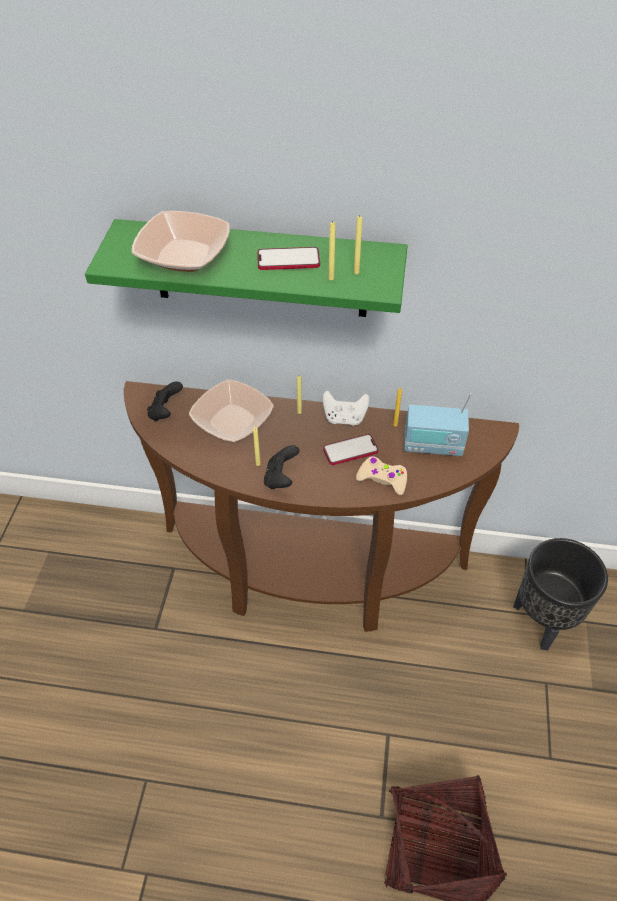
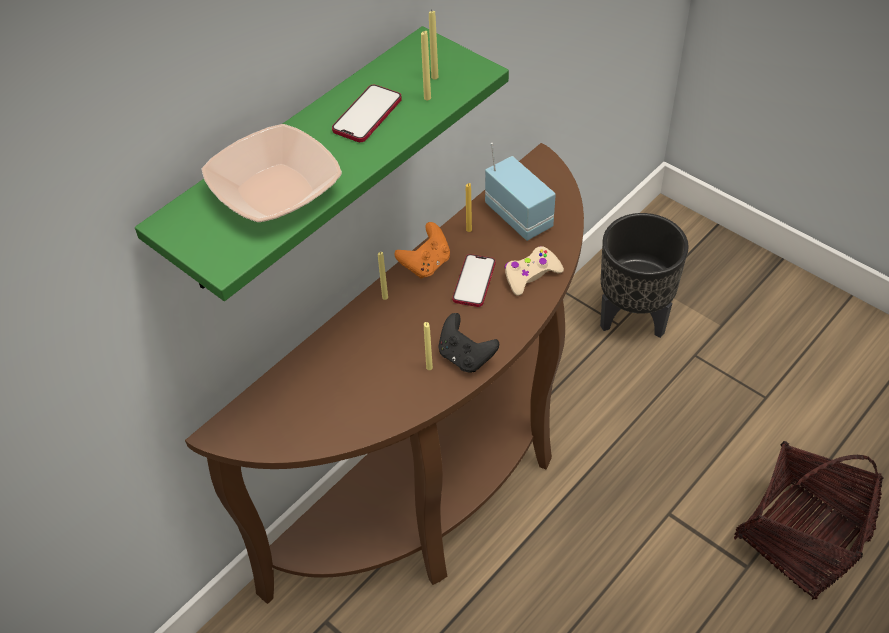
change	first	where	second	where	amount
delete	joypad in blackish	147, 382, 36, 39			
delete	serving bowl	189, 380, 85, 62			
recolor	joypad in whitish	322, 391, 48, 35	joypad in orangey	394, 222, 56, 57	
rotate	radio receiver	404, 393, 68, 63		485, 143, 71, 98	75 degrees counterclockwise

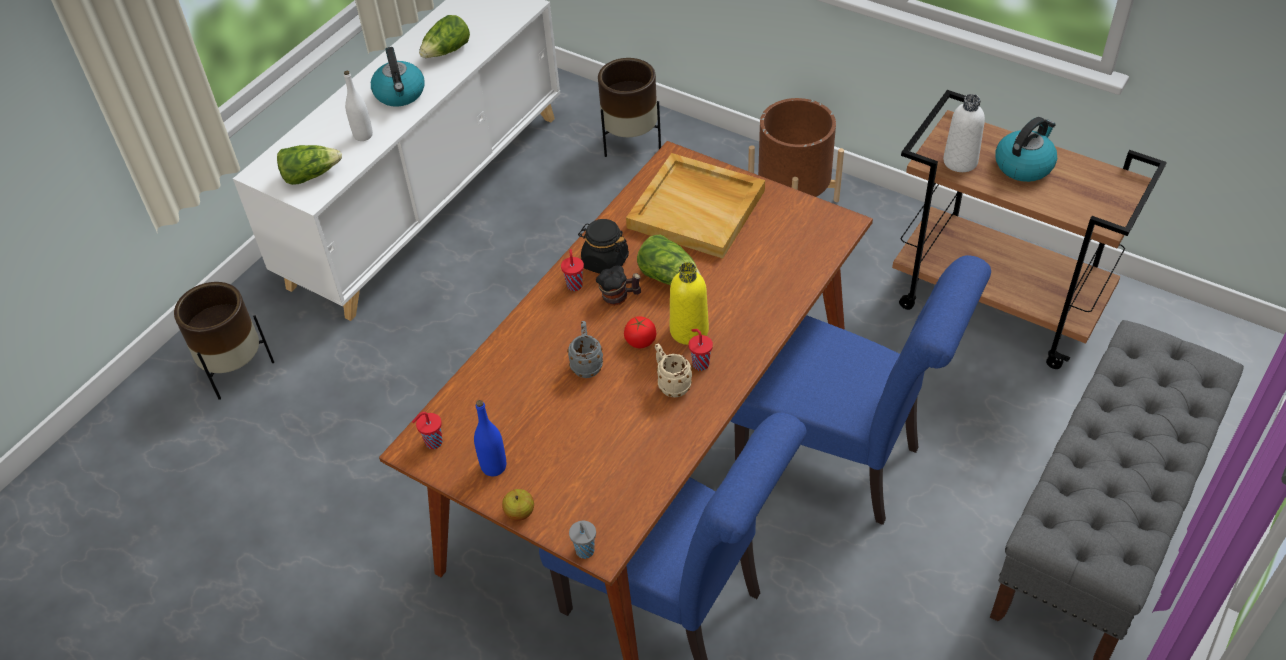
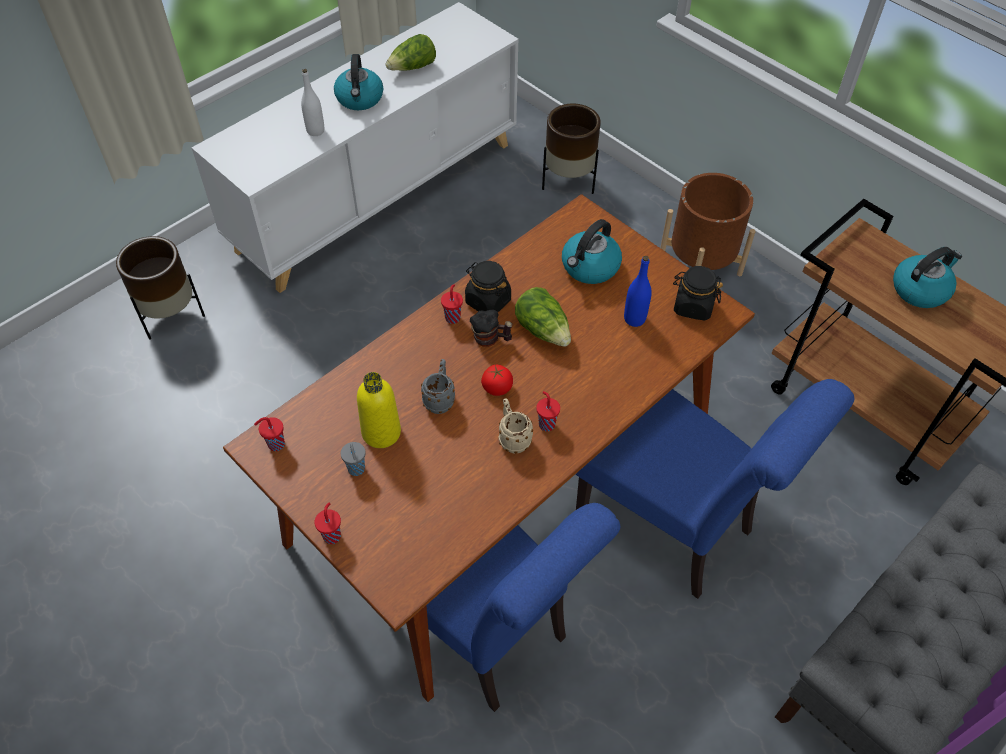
change	first	where	second	where	amount
delete	lettuce head	277, 145, 65, 40			
delete	drink bottle in whitish	943, 94, 42, 78			
insert			storage jar in blackish	673, 266, 50, 55	
move	drink bottle in blue-coloured	474, 400, 32, 76		624, 256, 28, 71	
move	cup in gray	569, 521, 27, 38		341, 442, 25, 34	
move	drink bottle in yellow	670, 262, 39, 83		357, 372, 44, 76	
replace	apple	502, 489, 32, 32	cup in red-coloured	315, 502, 26, 42	
replace	serving tray in beige	626, 153, 139, 106	tea kettle	562, 219, 60, 65	

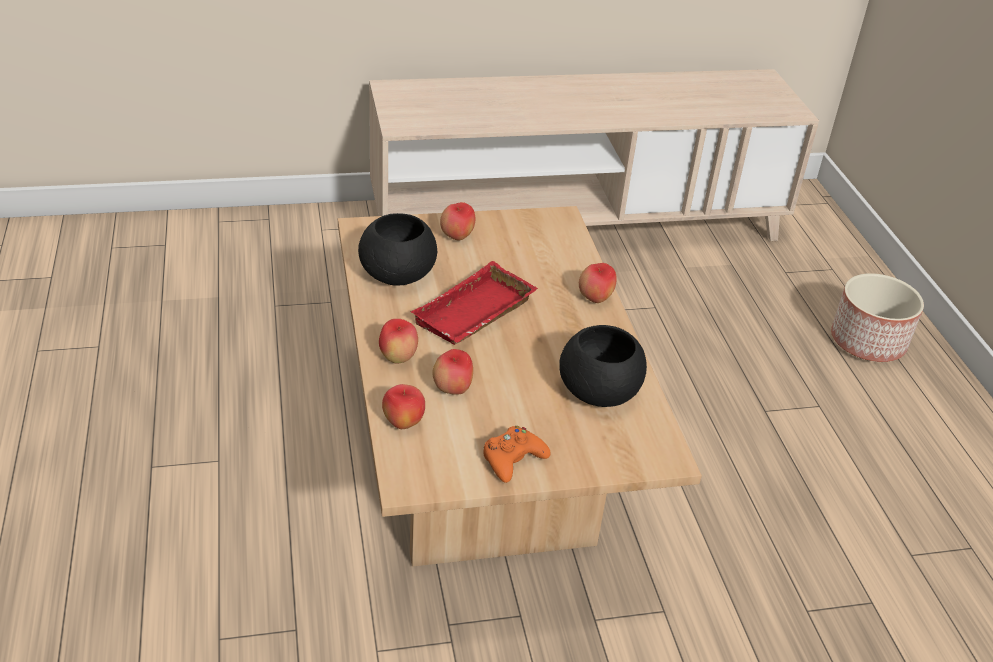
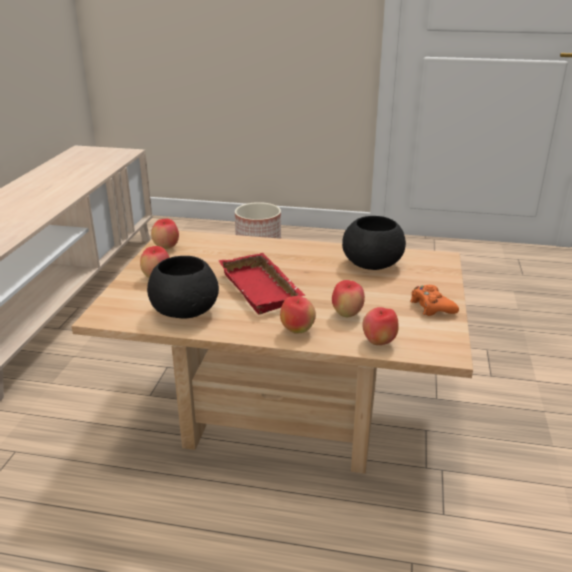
change	first	where	second	where	amount
move	apple	579, 263, 38, 40		151, 219, 28, 30	

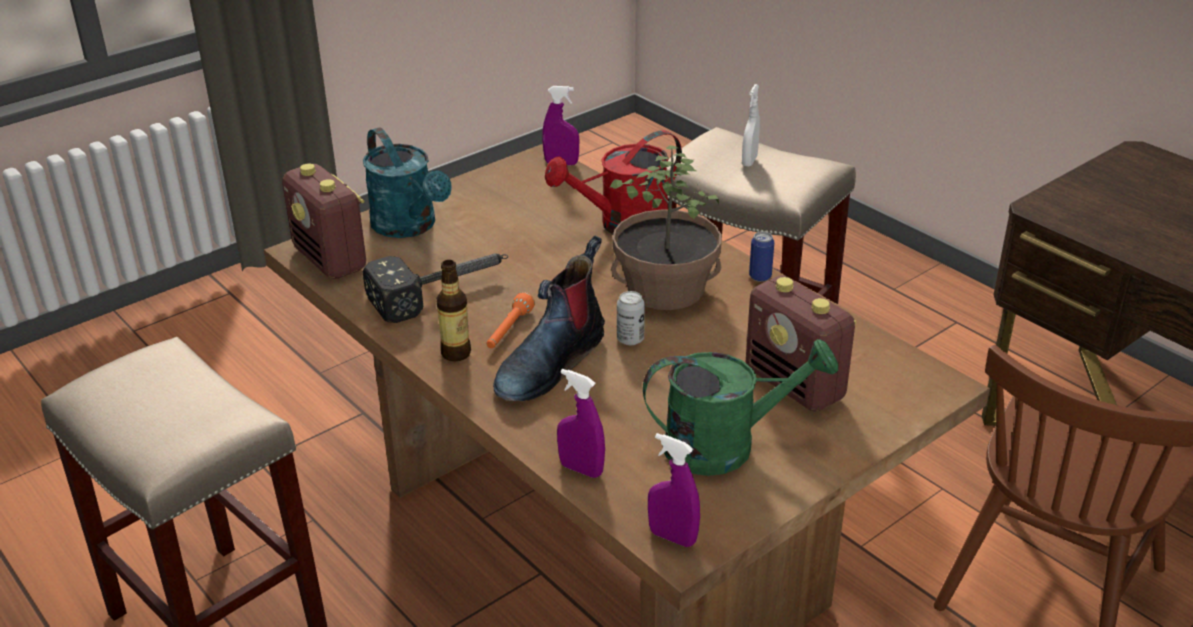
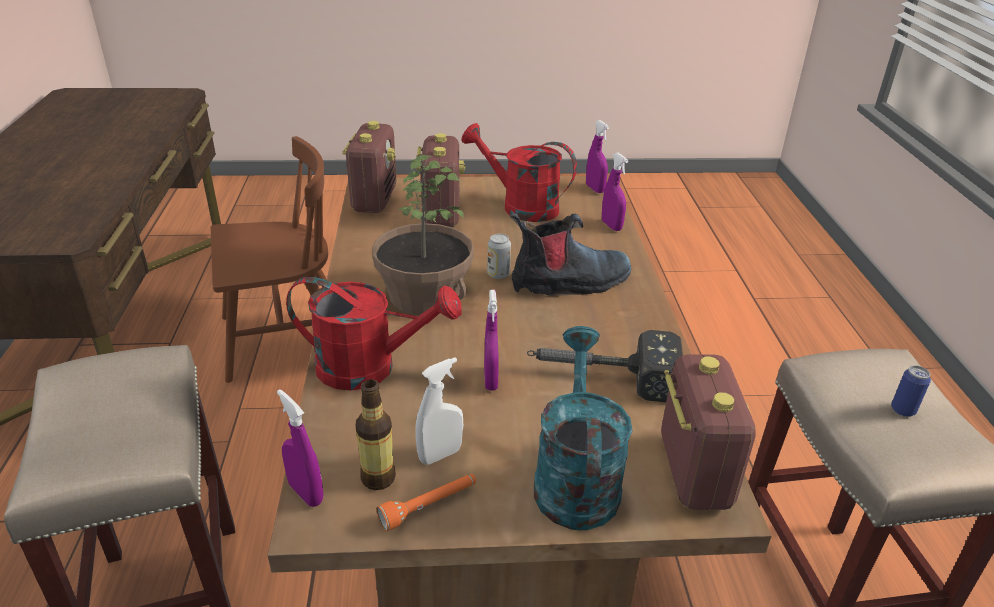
change	first	where	second	where	amount
insert			radio receiver	342, 121, 55, 92	
insert			spray bottle in purplish	484, 290, 15, 101	
move	drink bottle	437, 260, 34, 101		356, 379, 40, 111	
move	flashlight in orangey	487, 292, 48, 56		376, 474, 100, 57	
move	spray bottle in whitish	742, 84, 18, 83		415, 357, 48, 108	
move	metal can	749, 231, 25, 51		891, 365, 40, 52	
recolor	watering can in green-coloured	643, 339, 195, 137	watering can in red-coloured	461, 123, 116, 99	

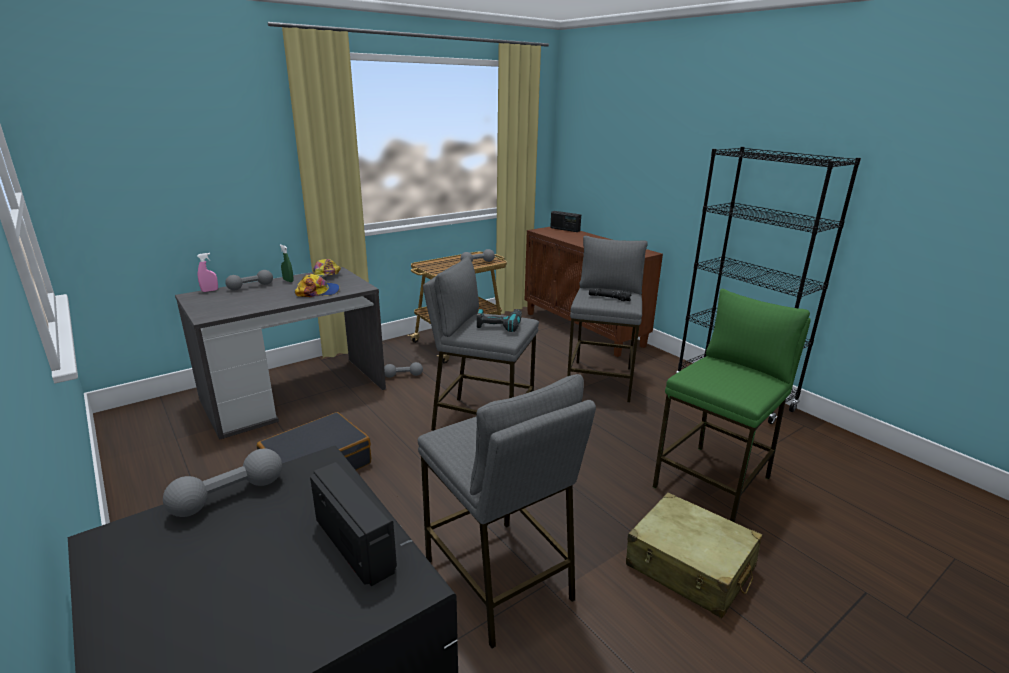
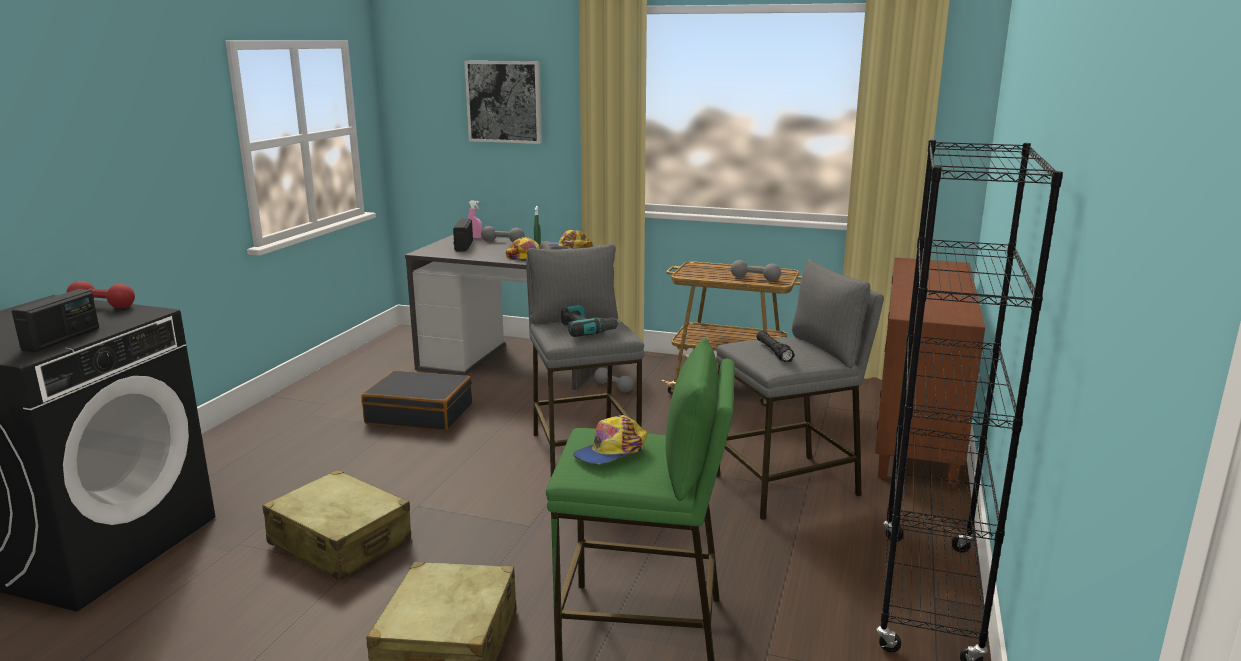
change	first	where	second	where	amount
insert			picture	464, 61, 78, 83	
insert			baseball cap	573, 415, 74, 49	
move	radio receiver	550, 211, 31, 21		453, 219, 20, 32	
replace	stool in gray	418, 374, 178, 275	piece of luggage in beige	263, 470, 148, 111	
recolor	hand weight in gray	163, 448, 119, 69	hand weight in red-coloured	67, 281, 68, 28	

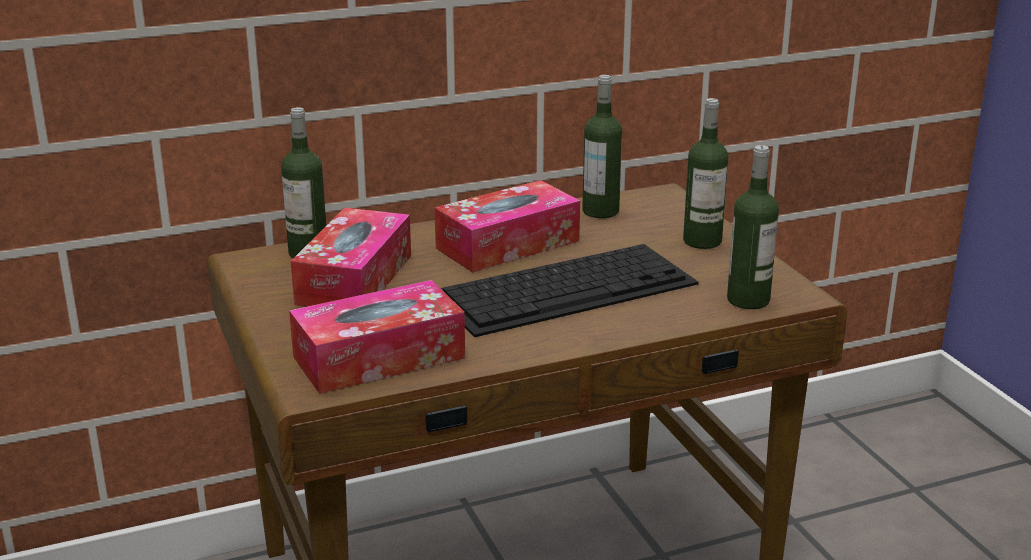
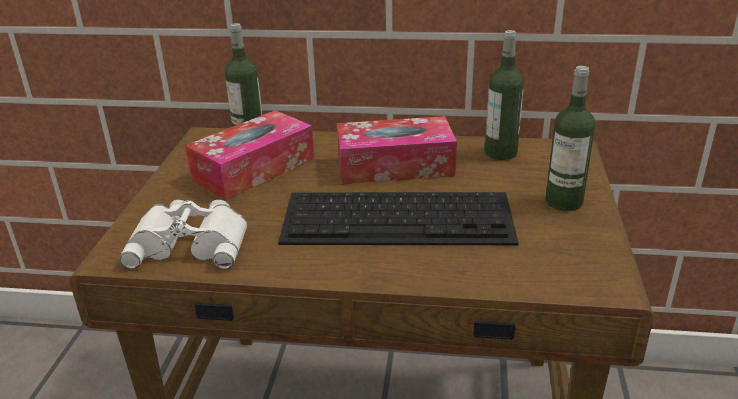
change	first	where	second	where	amount
delete	drink bottle	727, 145, 52, 164			
replace	box of tissues	289, 280, 176, 114	field glasses in whitish	119, 200, 129, 69	

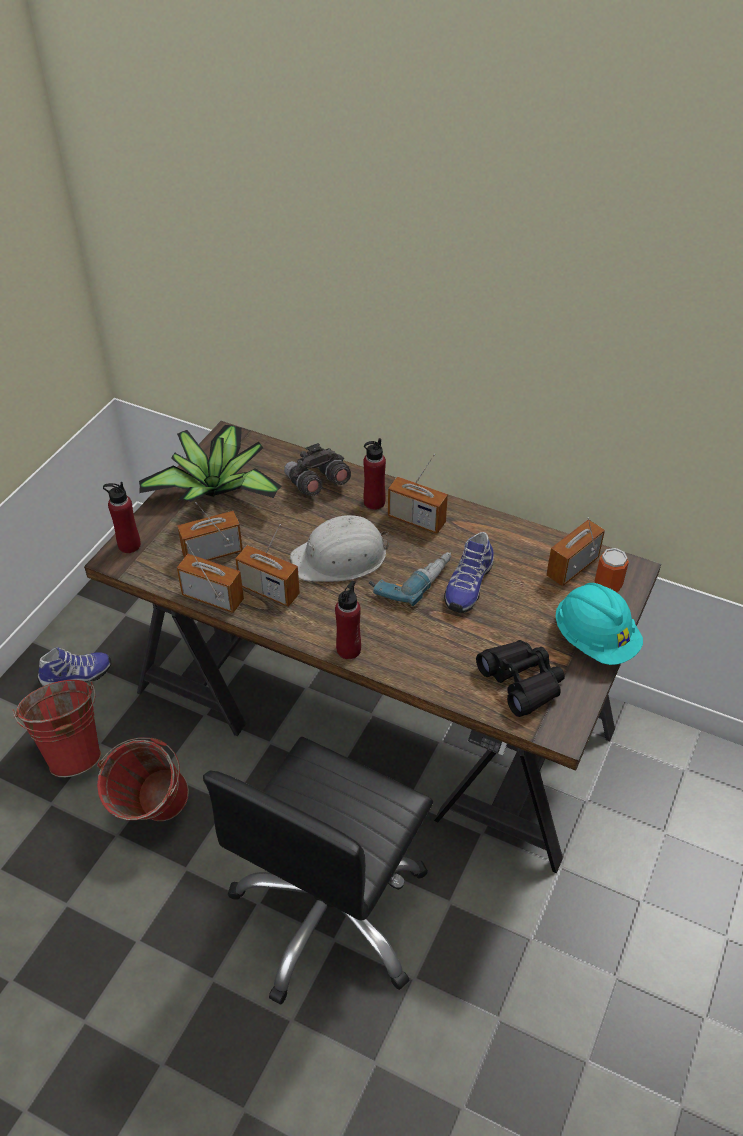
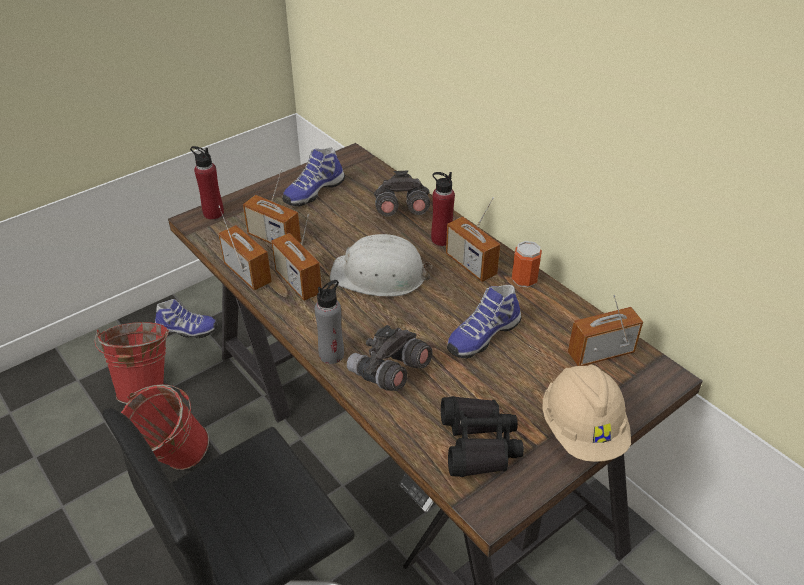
change	first	where	second	where	amount
delete	power drill	369, 552, 82, 54			
insert			field glasses in gray	347, 325, 85, 66	
move	metal can	594, 548, 35, 44		512, 241, 30, 46	
replace	houseplant	139, 425, 143, 77	low shoe	282, 148, 63, 59	
recolor	drink bottle in red-coloured	335, 581, 26, 78	drink bottle in gray	314, 280, 30, 84	
recolor	hard hat in turquoise-coloured	555, 583, 88, 82	hard hat in beige	543, 365, 88, 97	
rotate	radio receiver	177, 502, 66, 59		243, 169, 58, 75	150 degrees counterclockwise

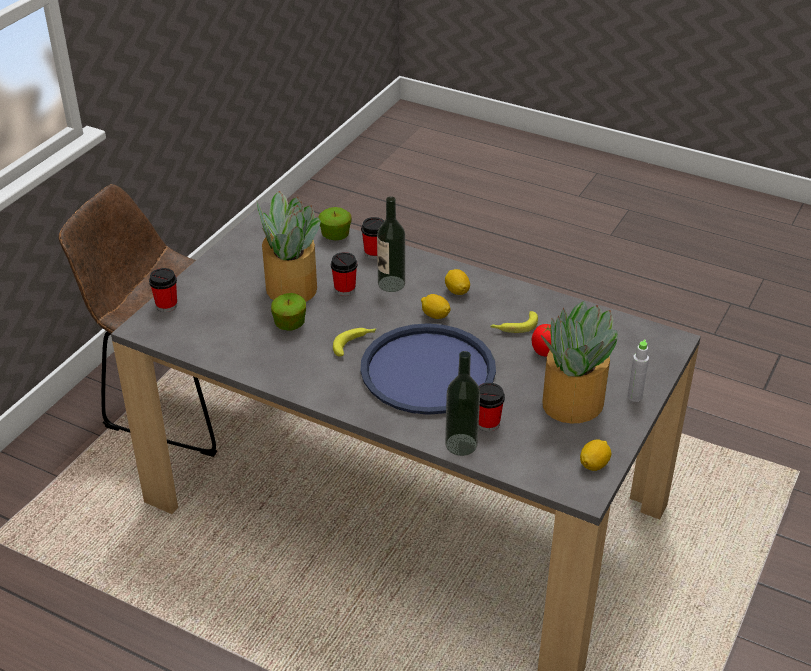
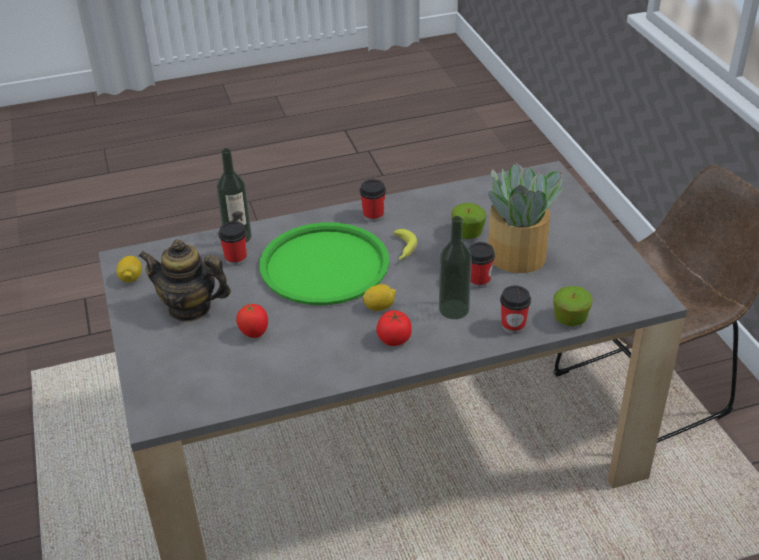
change	first	where	second	where	amount
delete	banana	490, 311, 48, 22			
delete	drink bottle in gray	627, 340, 22, 62			
move	cup	149, 268, 28, 44		360, 179, 26, 43	
replace	citrus fruit	445, 269, 25, 26	whole tomato	376, 310, 36, 36	
replace	houseplant	541, 301, 76, 122	teapot	138, 239, 93, 83	
recolor	serving tray in blue-coloured	361, 323, 135, 92	serving tray in green-coloured	259, 222, 130, 83	

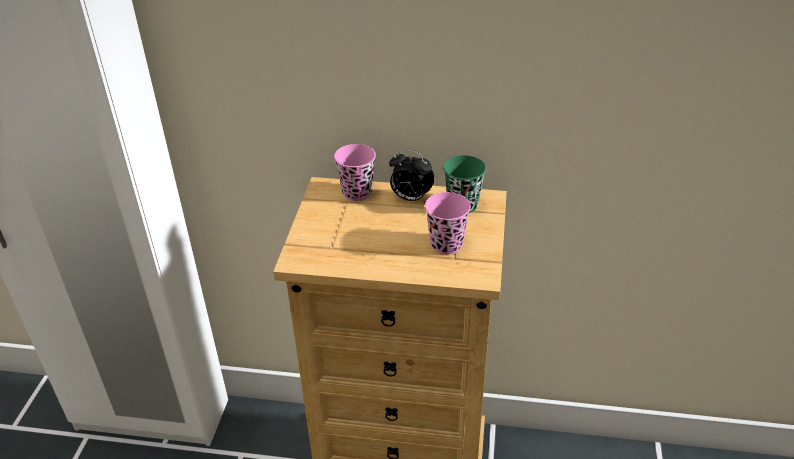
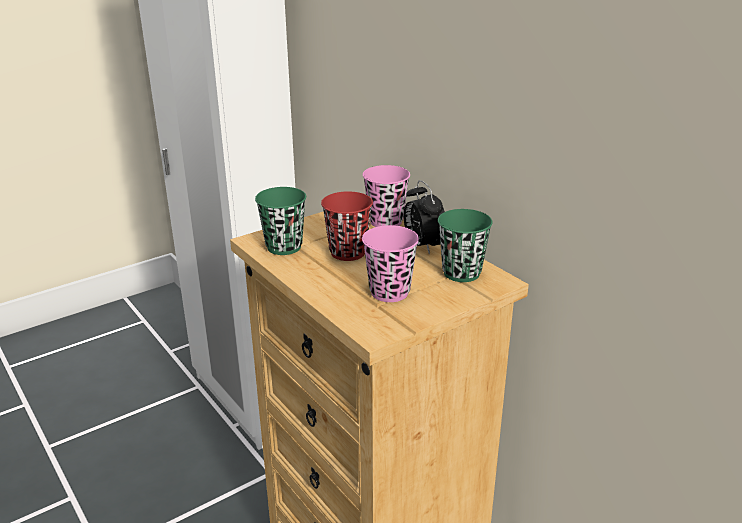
change	first	where	second	where	amount
insert			cup in green-coloured	255, 187, 51, 68	
insert			cup in red-coloured	321, 191, 52, 70	

